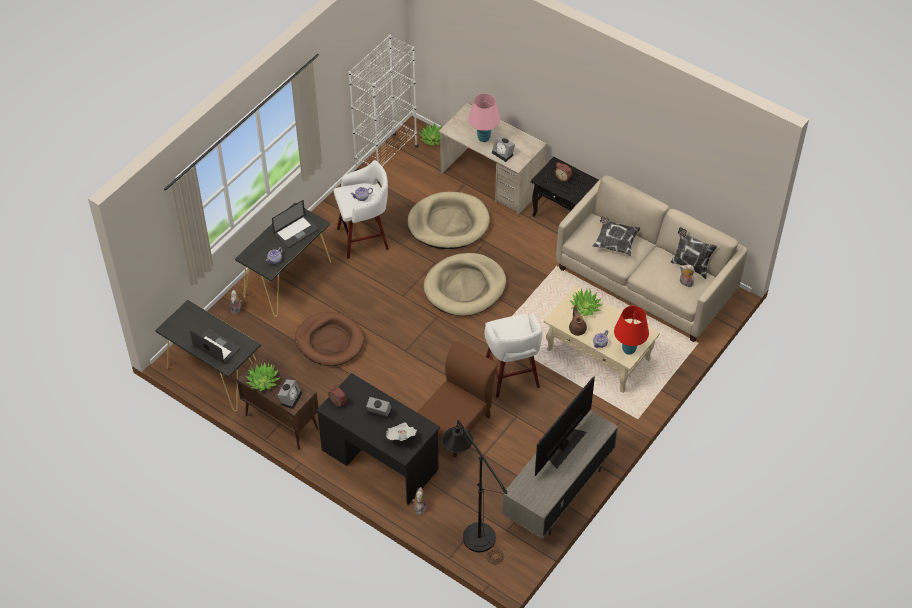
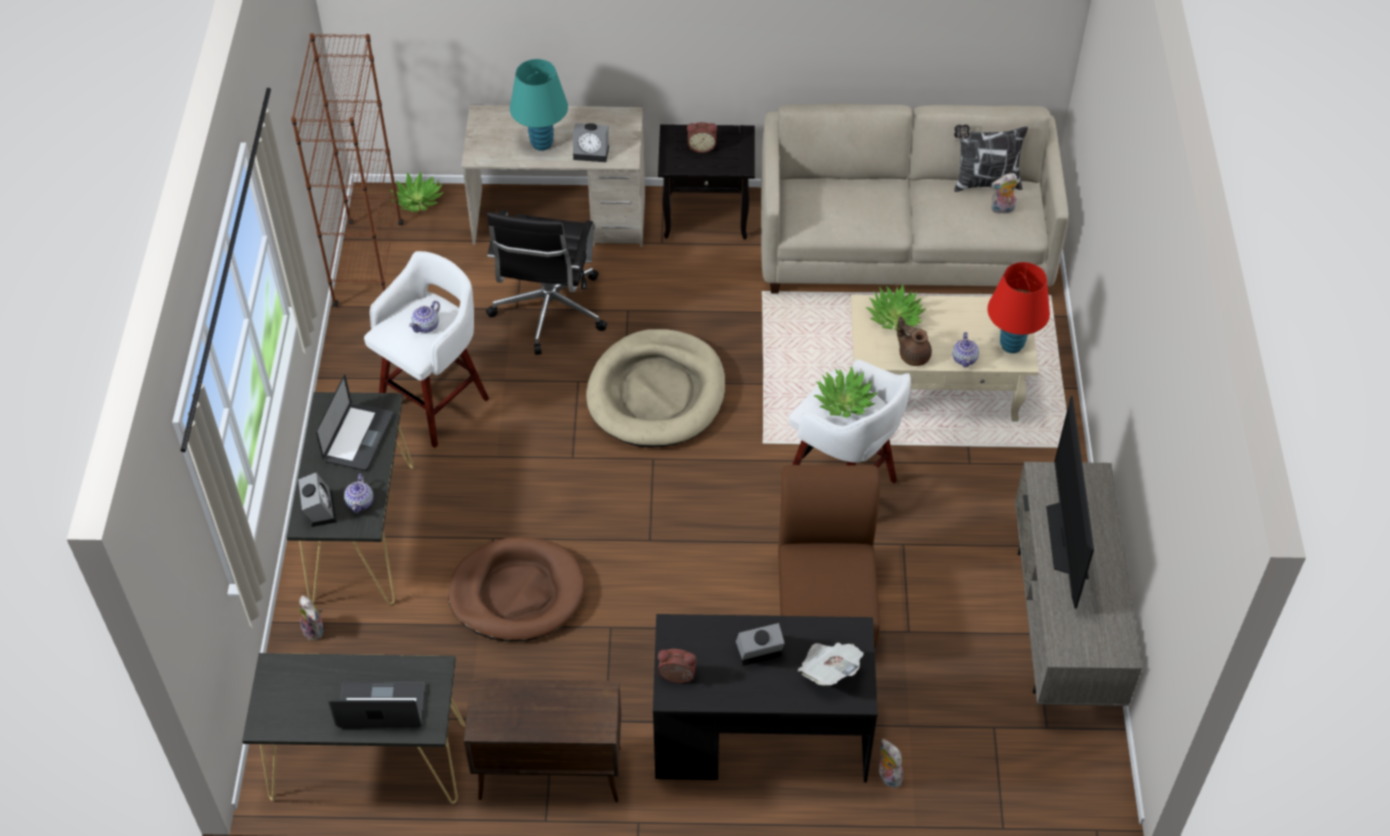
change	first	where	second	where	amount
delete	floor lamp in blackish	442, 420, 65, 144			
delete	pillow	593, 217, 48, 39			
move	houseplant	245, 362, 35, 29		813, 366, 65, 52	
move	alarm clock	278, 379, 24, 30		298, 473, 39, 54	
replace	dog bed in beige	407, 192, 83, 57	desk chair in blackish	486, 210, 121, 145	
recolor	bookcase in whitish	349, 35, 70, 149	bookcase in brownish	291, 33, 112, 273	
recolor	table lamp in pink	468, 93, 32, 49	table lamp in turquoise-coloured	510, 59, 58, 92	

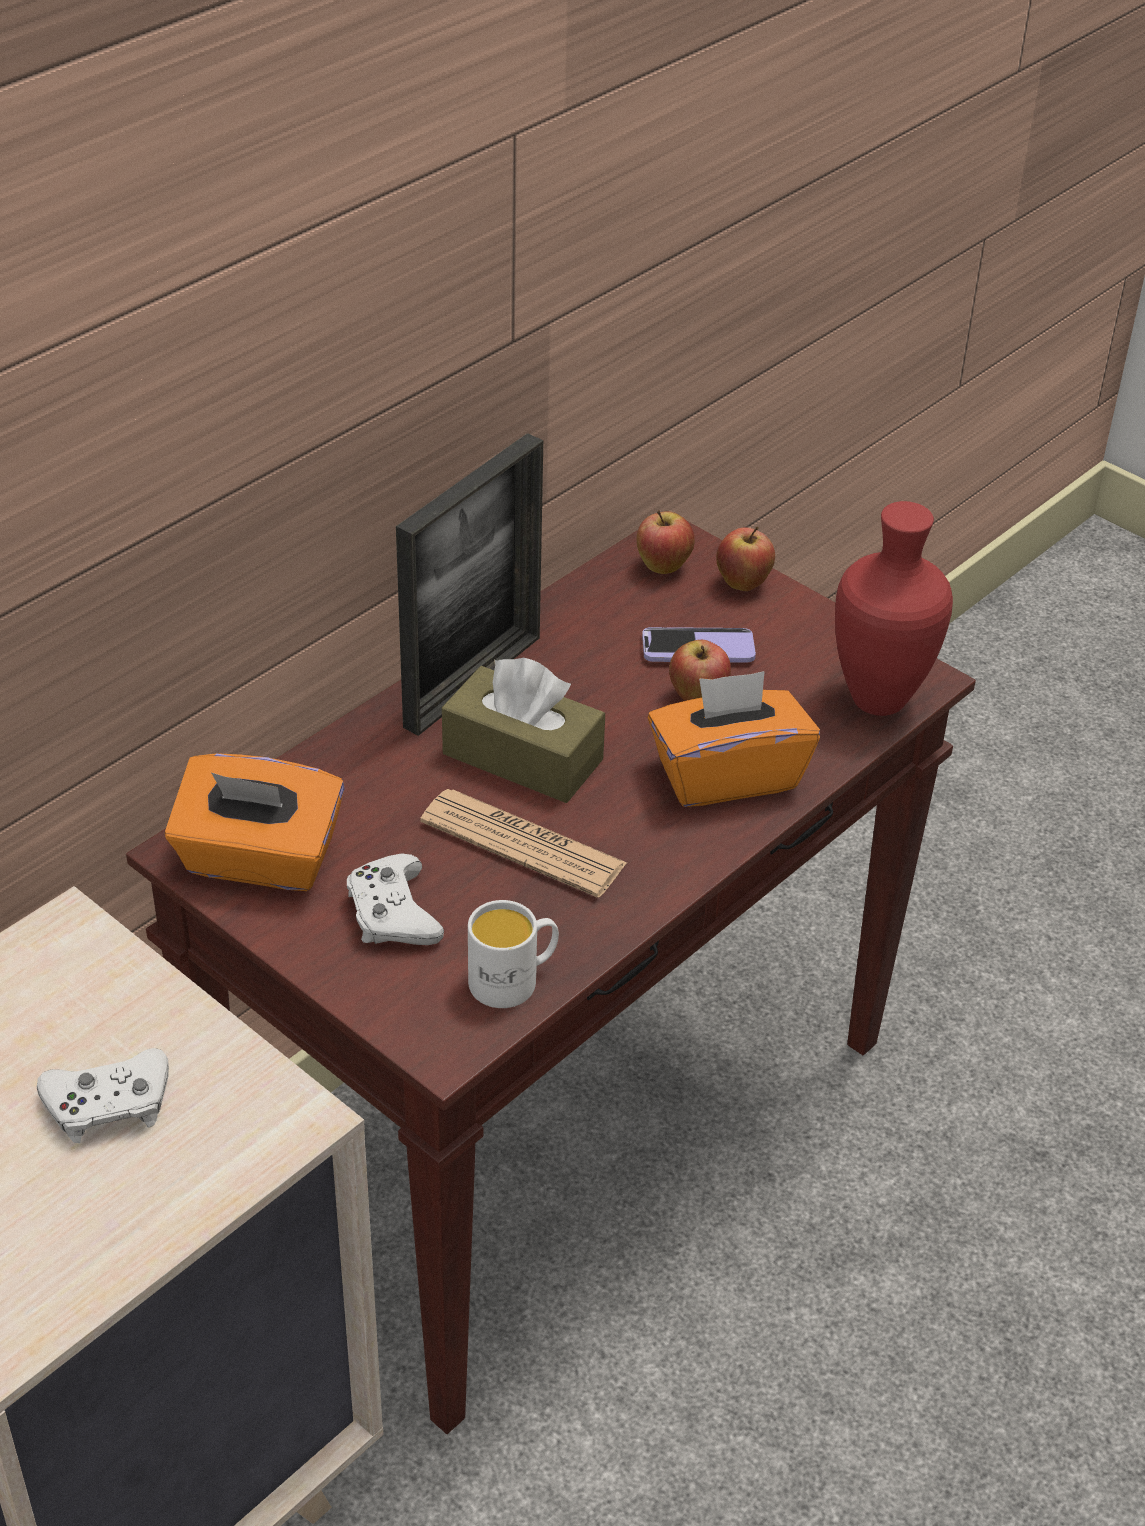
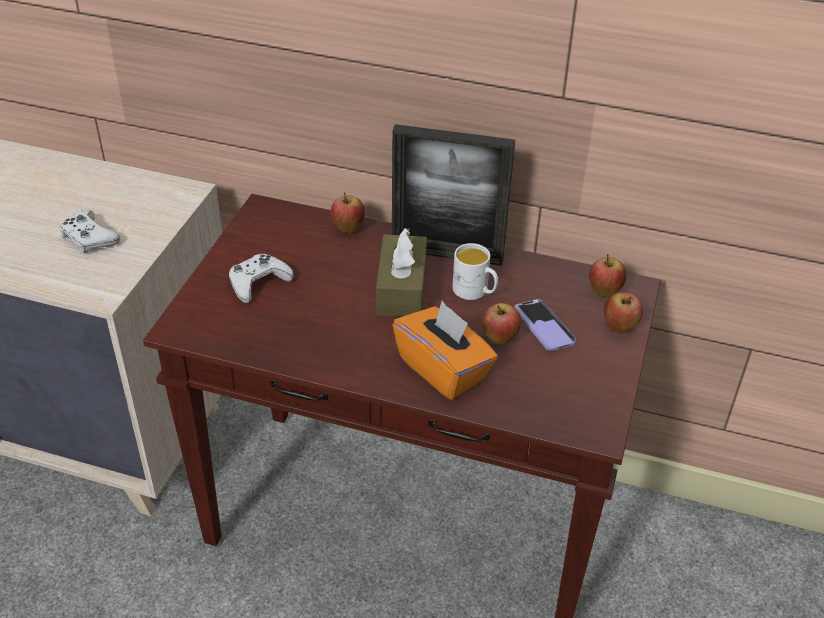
change	first	where	second	where	amount
delete	box of tissues in orangey	165, 753, 180, 138			
delete	daily paper	420, 789, 207, 109			
delete	vase in red-coloured	835, 501, 118, 215			
insert			apple	331, 192, 34, 41	
move	coffee mug in whitish	468, 900, 91, 108		452, 243, 46, 57	

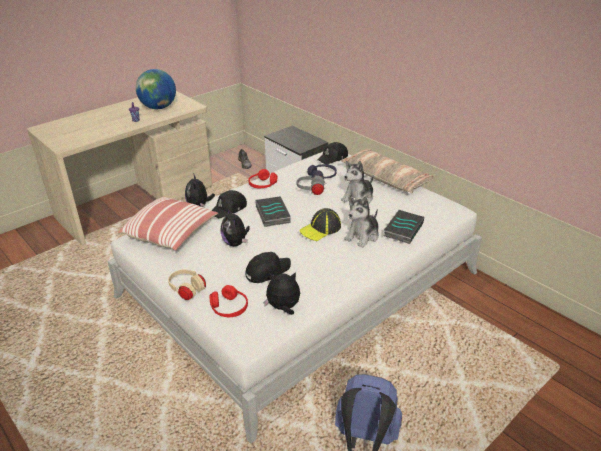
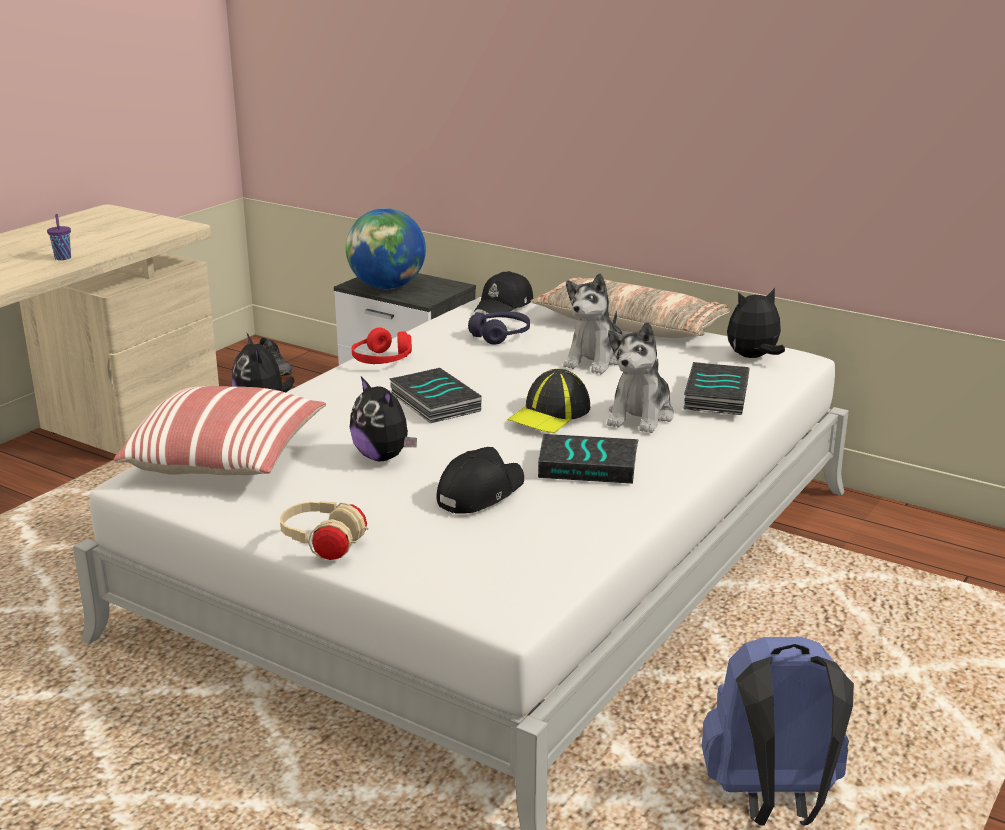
change	first	where	second	where	amount
delete	pair of headphones in red-coloured	209, 285, 39, 32			
delete	baseball cap in blackish	211, 190, 36, 28			
delete	pair of headphones in gray	297, 175, 28, 20			
insert			volume	538, 434, 101, 50	
move	world globe	136, 69, 40, 40		346, 208, 80, 81	
move	soft toy	264, 272, 36, 43		727, 288, 58, 70	

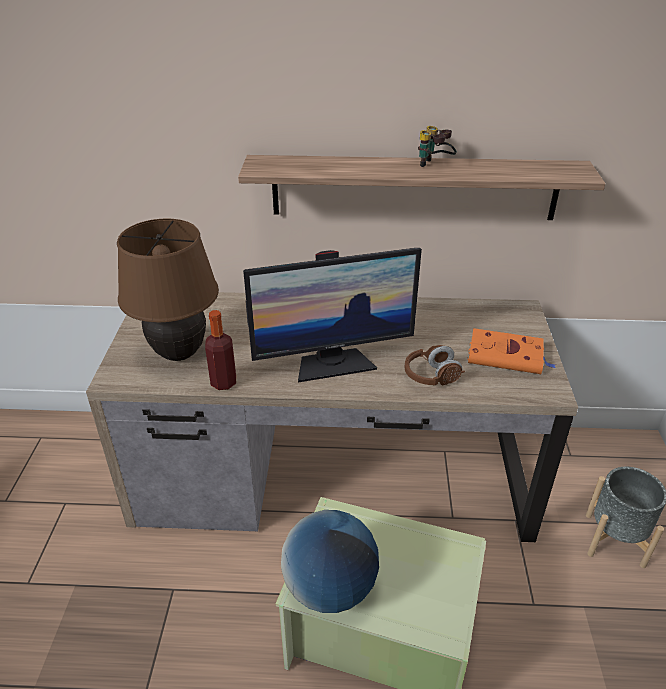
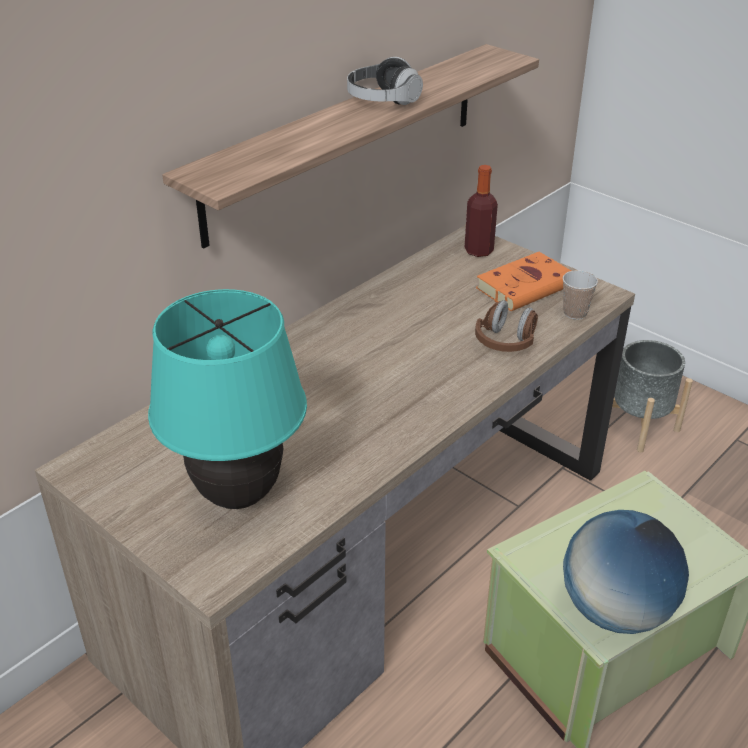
change	first	where	second	where	amount
delete	computer display	243, 248, 179, 135			
insert			cup	563, 270, 35, 50	
move	drink bottle	205, 310, 31, 80		465, 165, 33, 92	
replace	field glasses	418, 126, 39, 41	pair of headphones	347, 57, 76, 48	
recolor	table lamp in brownish	117, 219, 102, 142	table lamp in turquoise-coloured	148, 289, 159, 220	

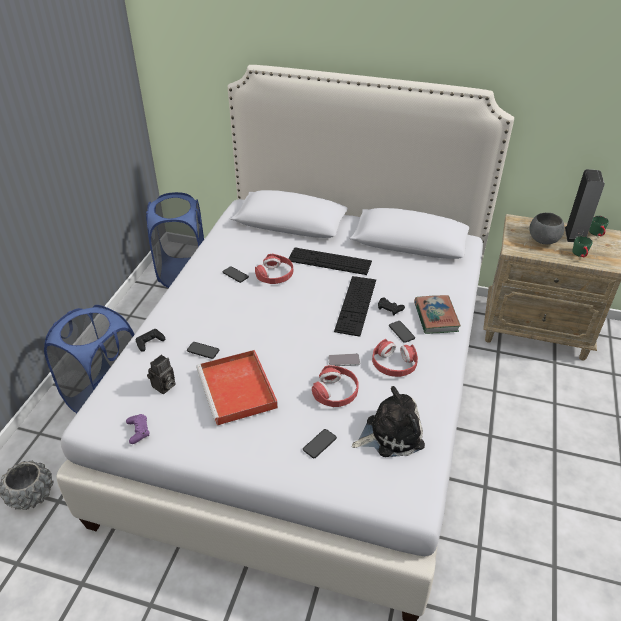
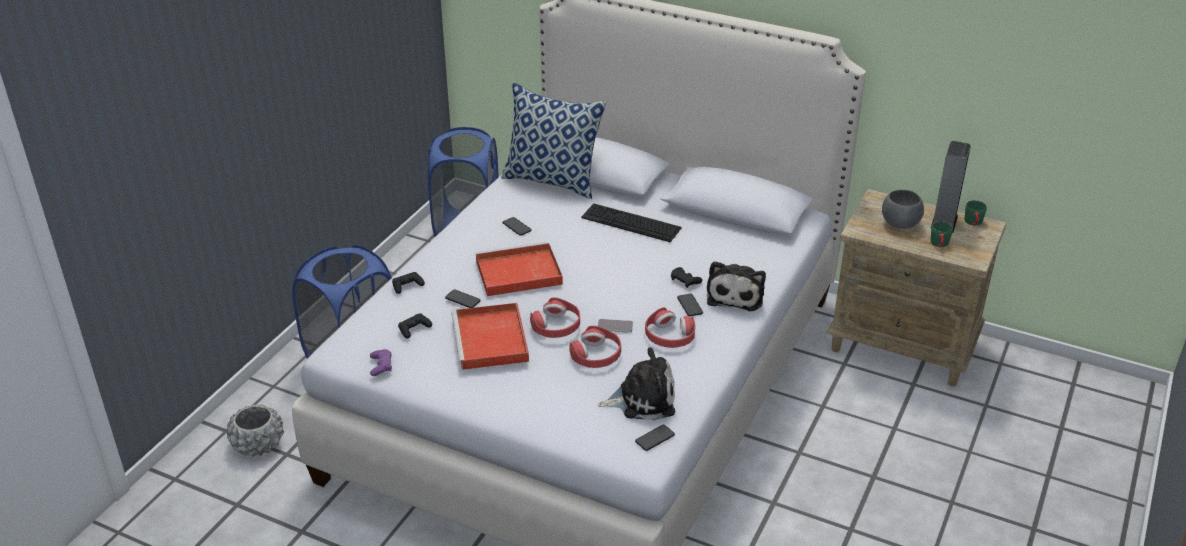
change	first	where	second	where	amount
delete	keyboard	334, 276, 42, 61			
insert			serving tray in red-coloured	476, 242, 87, 54	
insert			pillow	502, 83, 104, 116	
move	pair of headphones in red-coloured	255, 254, 38, 30		530, 297, 50, 41	
move	handset	303, 429, 34, 29		635, 425, 40, 26	
replace	still camera	147, 355, 29, 39	joypad in blackish	398, 313, 34, 26	
replace	volume	414, 295, 47, 39	soft toy	707, 261, 59, 50	

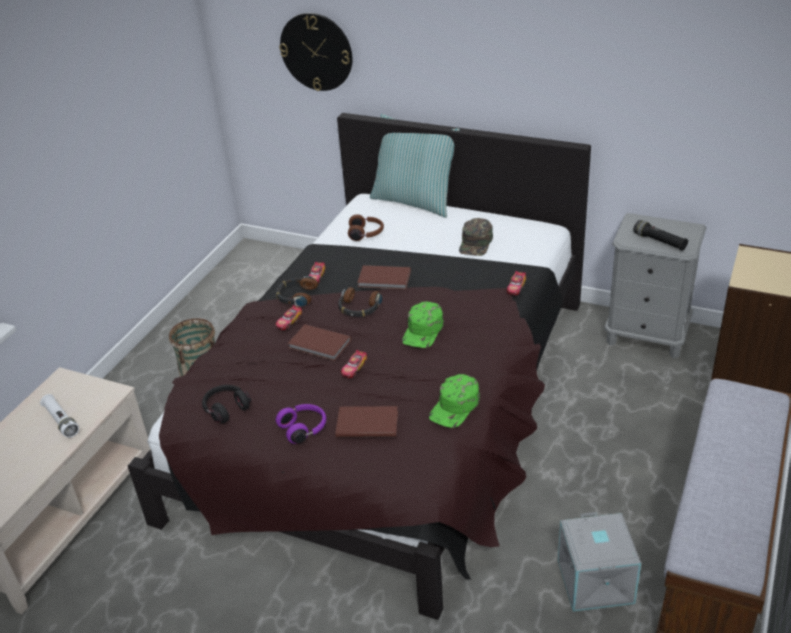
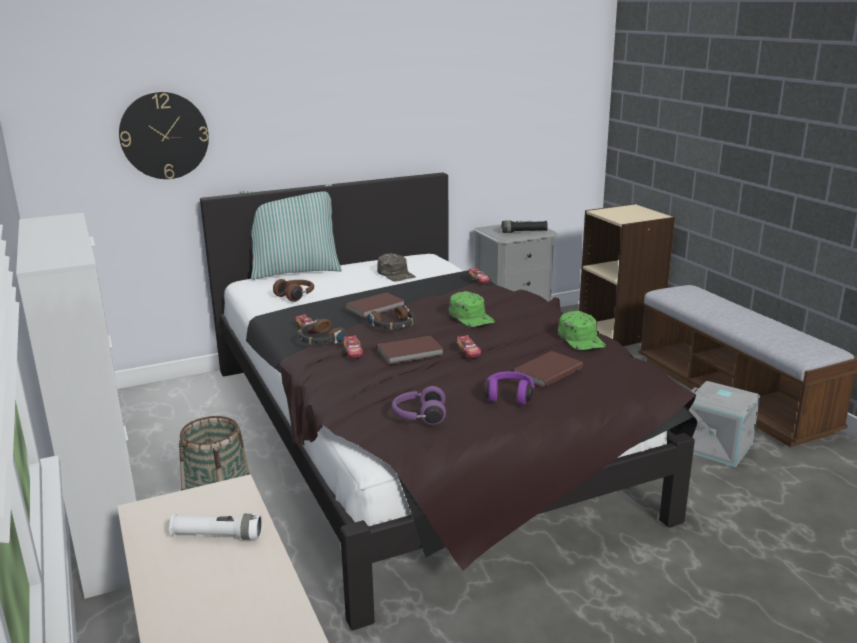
change	first	where	second	where	amount
insert			cupboard	16, 213, 120, 386	
recolor	pair of headphones in blackish	202, 385, 49, 38	pair of headphones in purplish	392, 386, 54, 39	

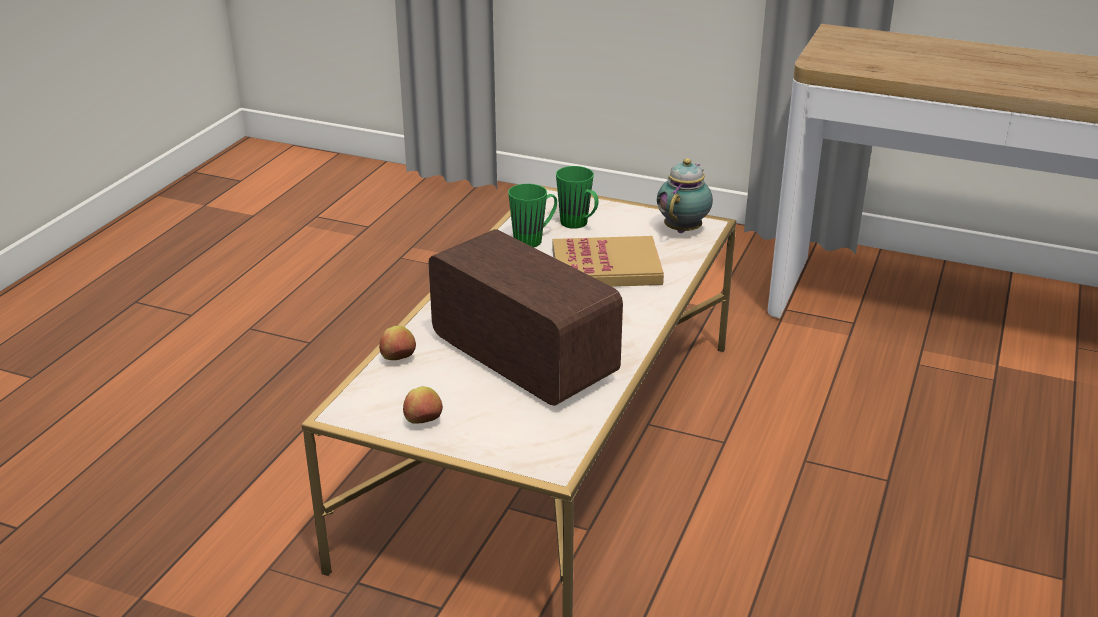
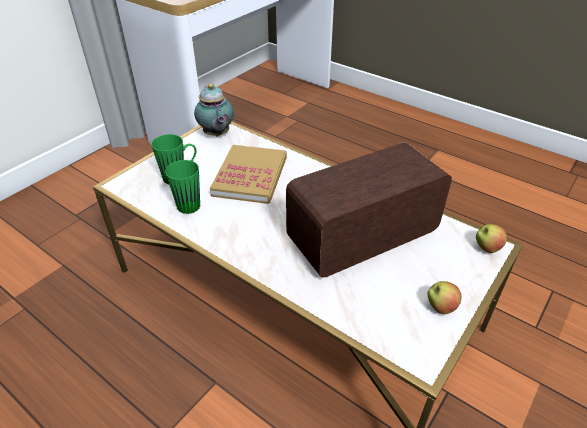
change	first	where	second	where	amount
move	apple	379, 326, 37, 34		476, 224, 31, 29	
rotate	teapot	657, 158, 56, 75		194, 84, 40, 53	150 degrees counterclockwise

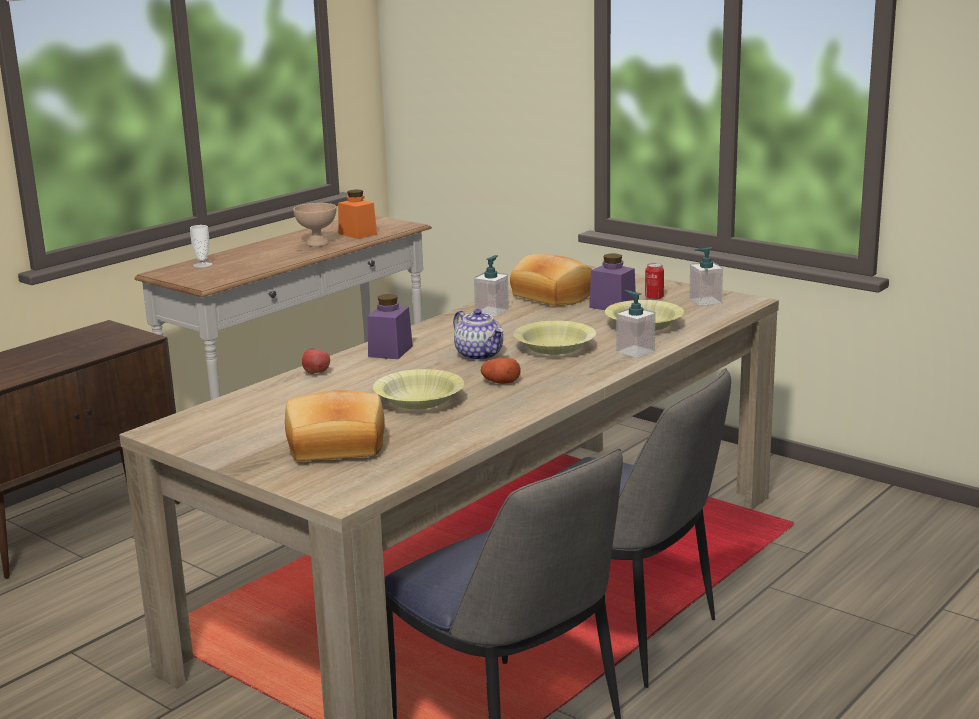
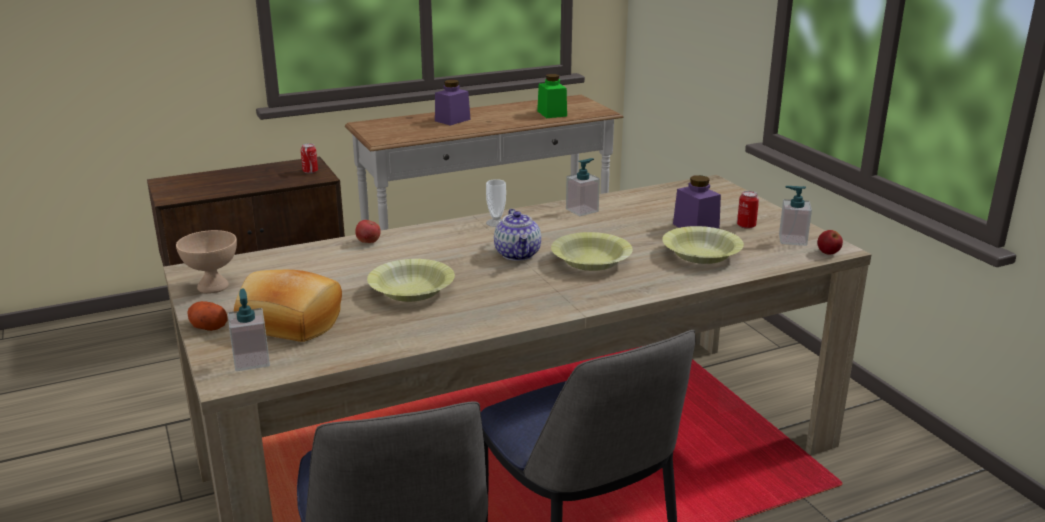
change	first	where	second	where	amount
delete	bakery bread	510, 254, 82, 52			
insert			metal can	301, 143, 17, 31	
insert			apple	817, 230, 26, 25	
move	cup	190, 225, 22, 43		486, 179, 20, 48	
move	serving bowl in beige	293, 203, 43, 44		176, 230, 61, 64	
move	storage jar in purplish	367, 294, 46, 65		435, 80, 35, 46	
move	whole potato	481, 358, 40, 26		187, 301, 41, 30	
move	liquid soap bottle	616, 290, 40, 68		228, 288, 42, 83	
recolor	storage jar in orangey	338, 190, 39, 49	storage jar in green-coloured	537, 74, 30, 44	

